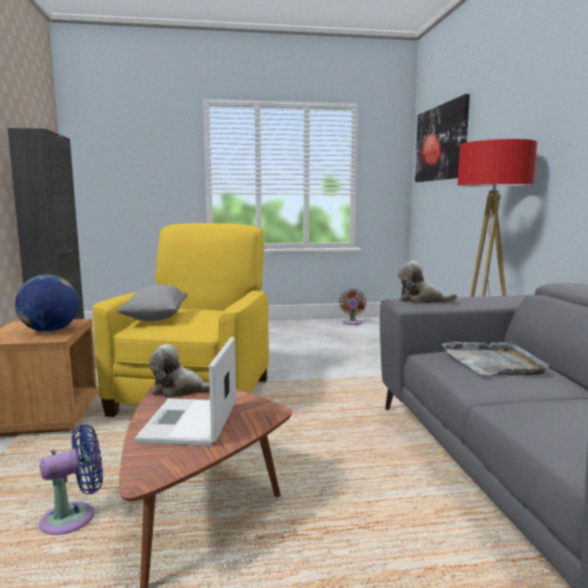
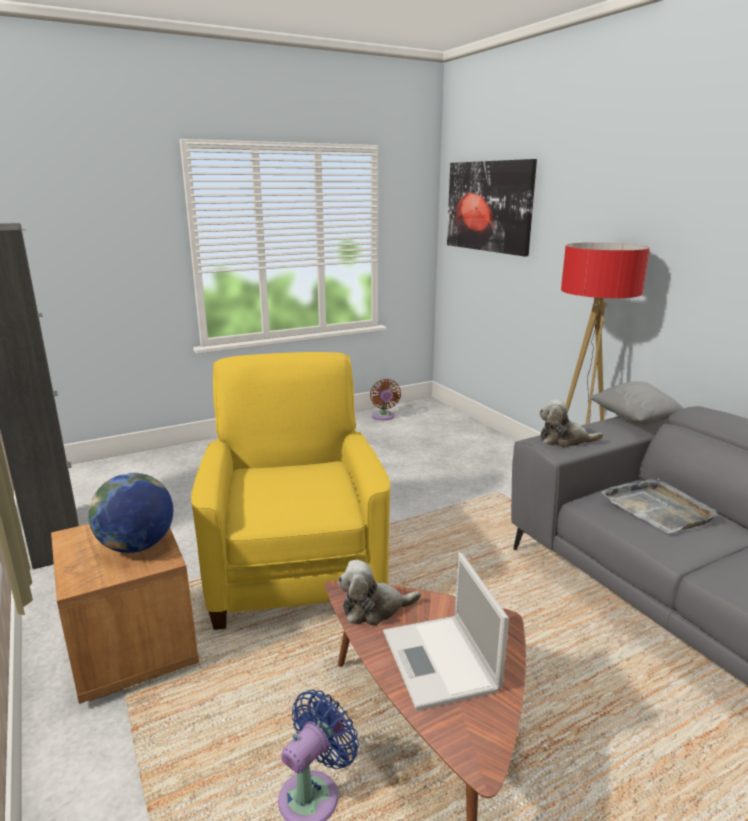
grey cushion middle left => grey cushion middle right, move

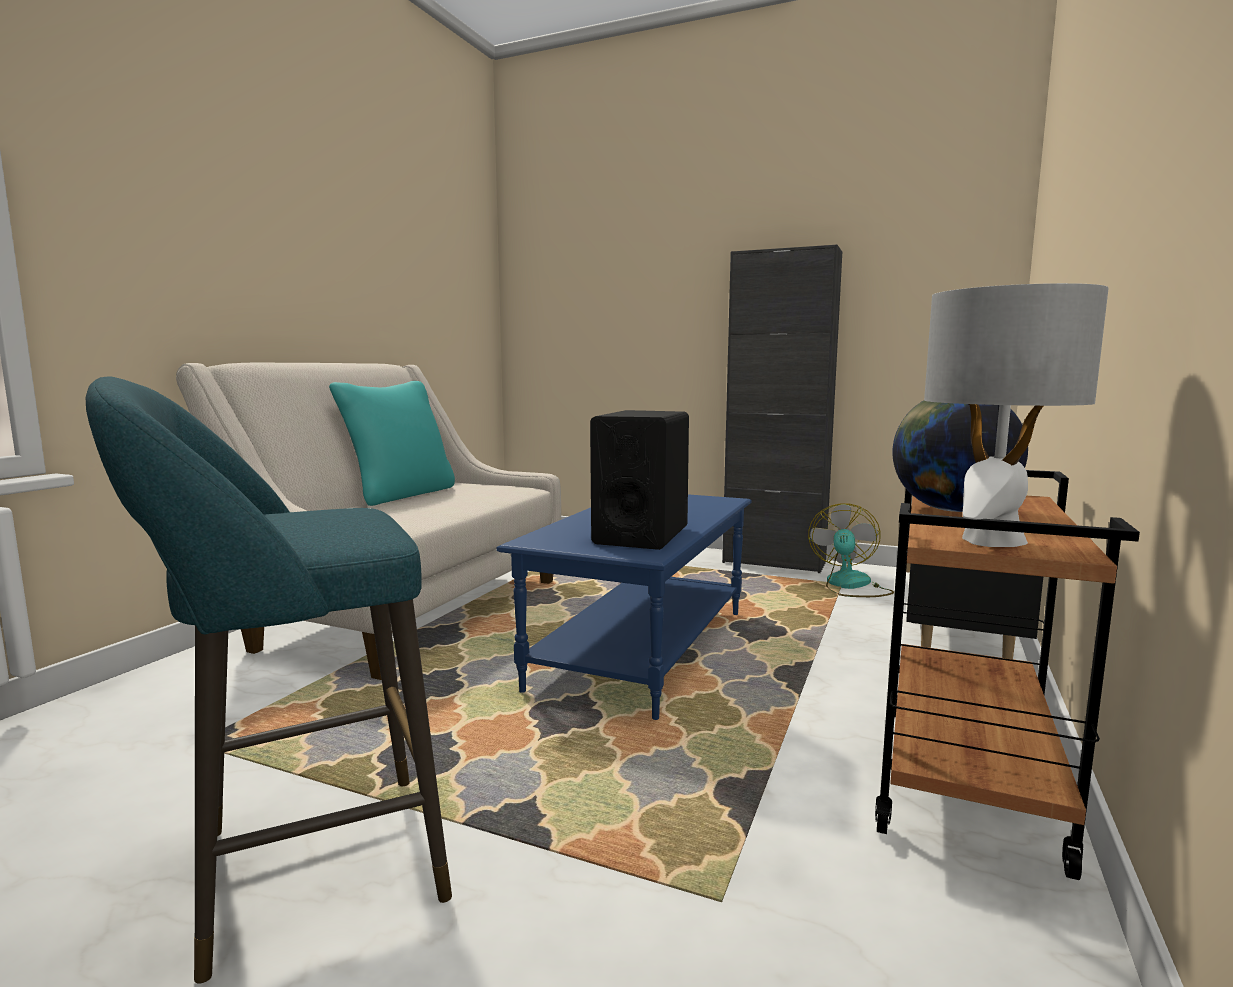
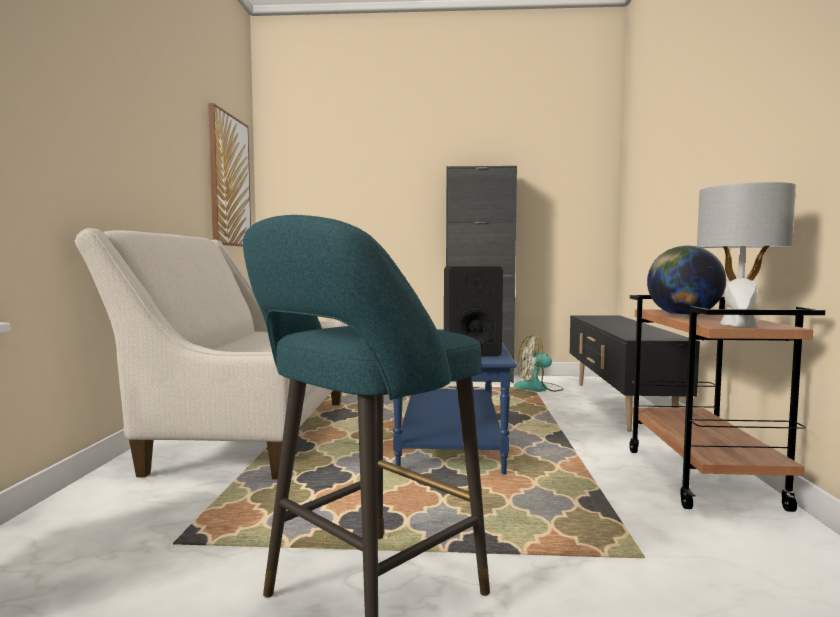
turquoise cushion middle left => nothing
electric fan middle right => electric fan centre, 90 degrees counterclockwise
nothing => wall art top left

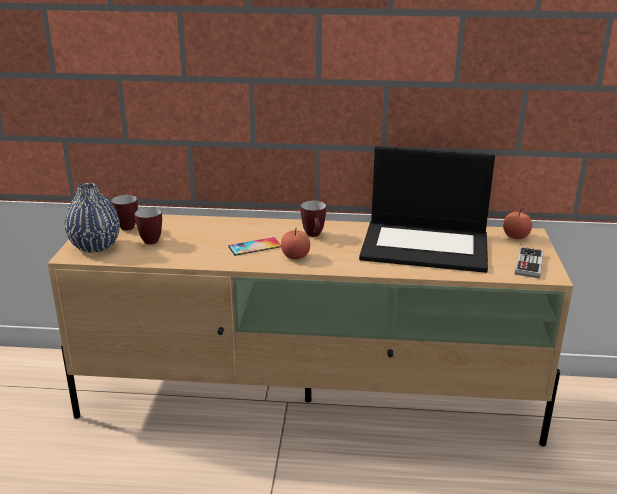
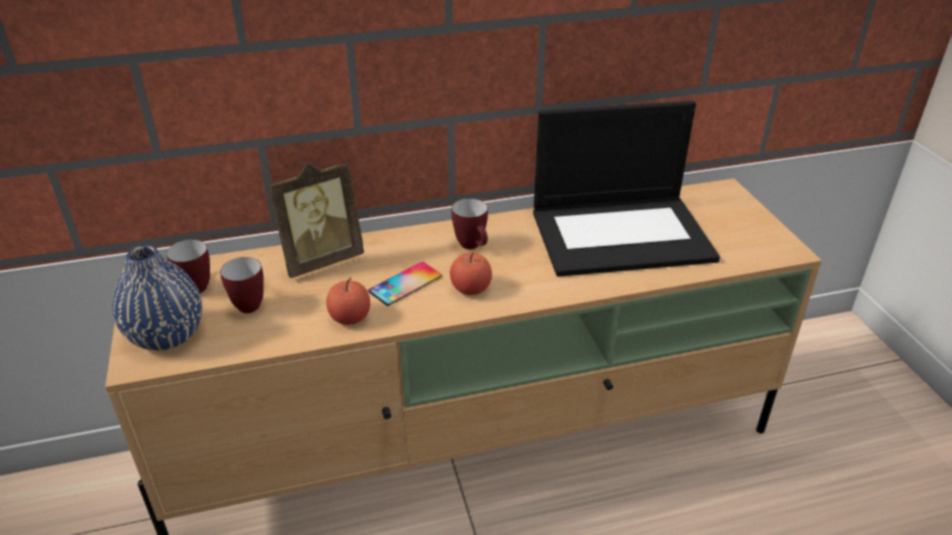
apple fruit (2nd from left in the first image) middle right => apple fruit (1st from left) centre, move
joypad middle right => nothing
nothing => photo frame middle left

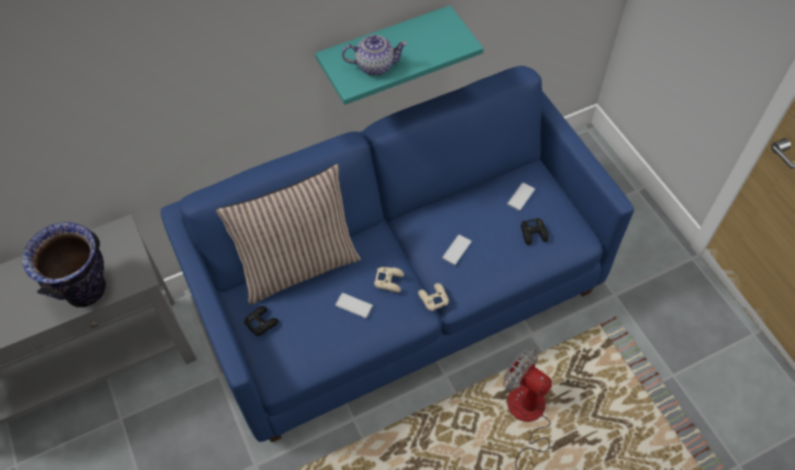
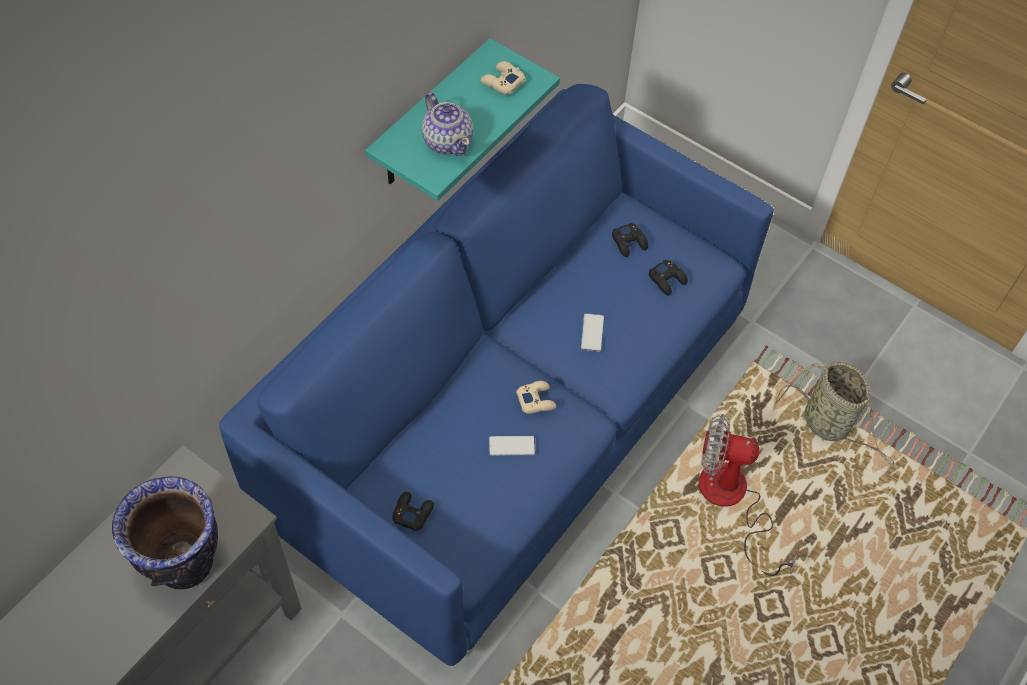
tea pot top centre, 90 degrees clockwise
cushion centre => nothing
handset (3rd from left) centre => blackish joypad (2nd from left) centre
beige joypad (2nd from left in the first image) centre => beige joypad (1st from left) top centre, move
nothing => storage basket middle right

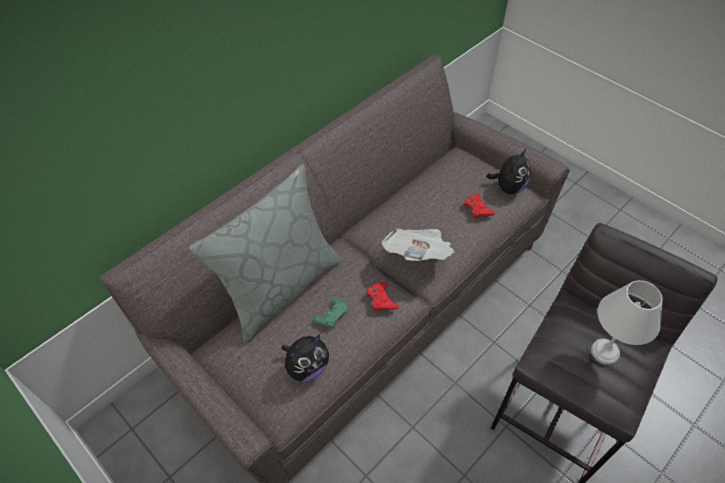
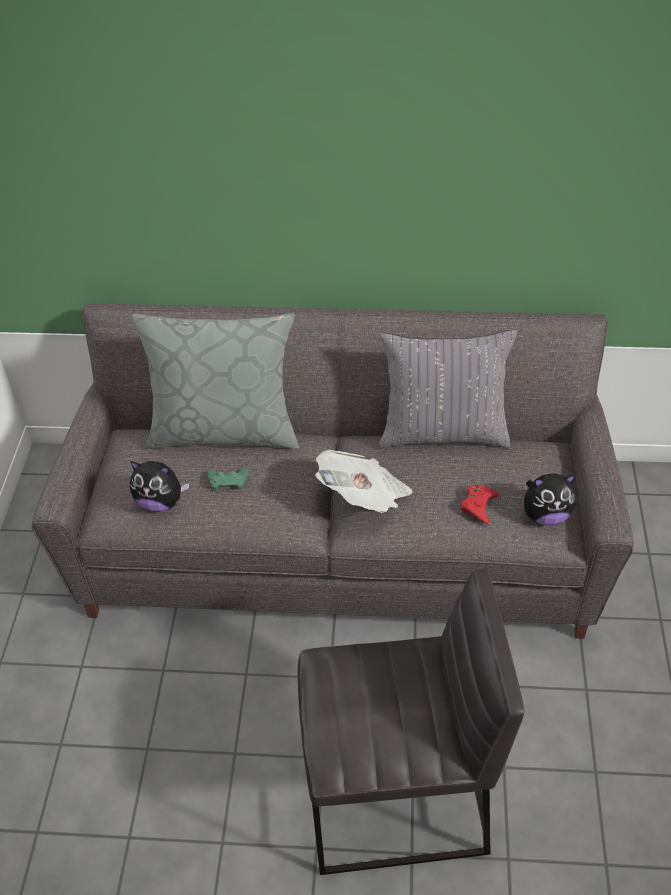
white-coloured table lamp bottom right => nothing
red joypad (1st from left) centre => nothing
nothing => grey cushion (2nd from left) middle right

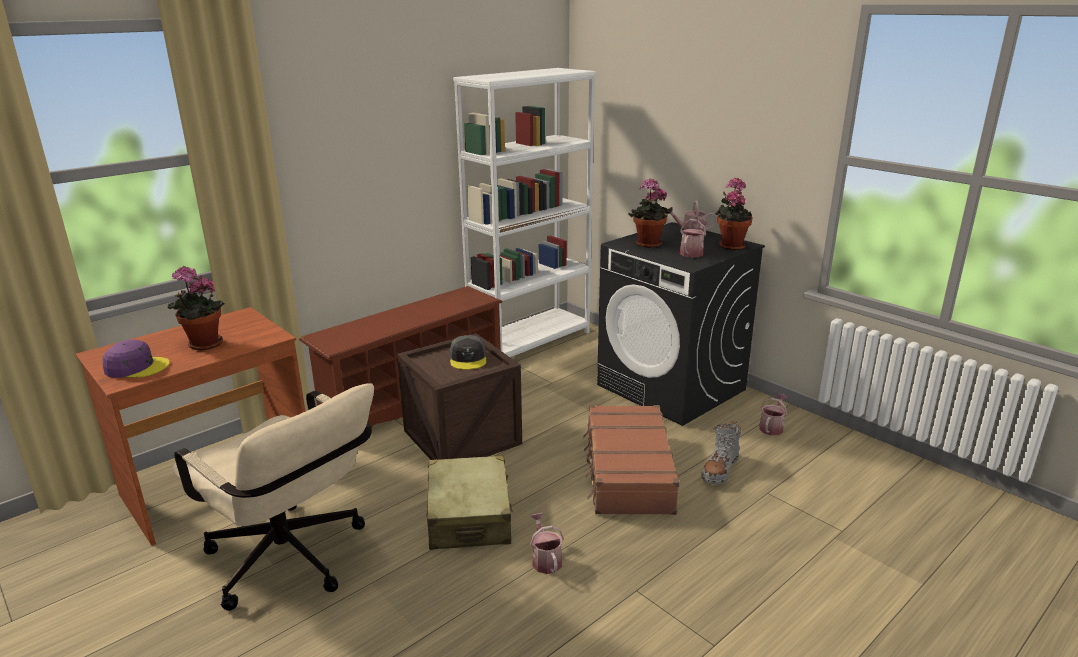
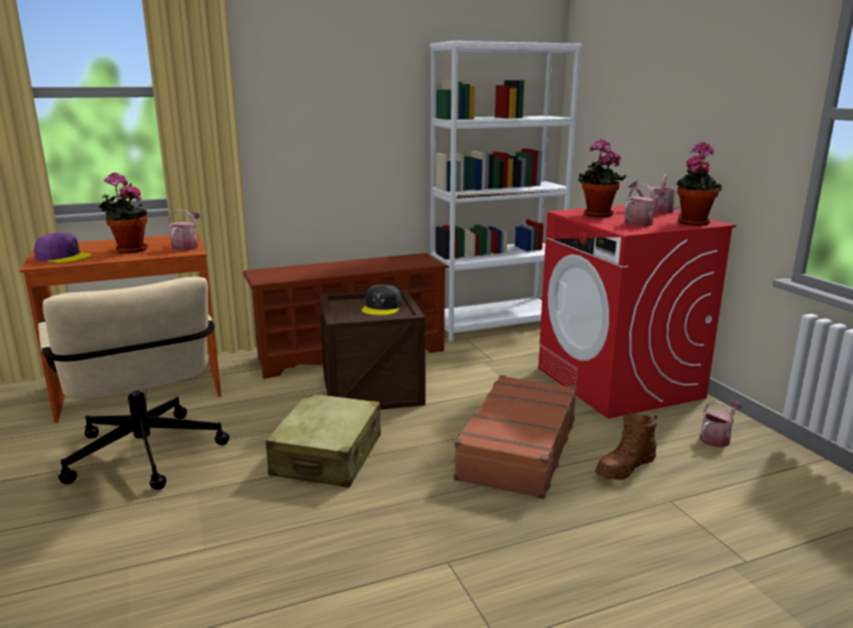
blackish laundry machine centre => red laundry machine middle right
grey high-top boot bottom right => brown high-top boot bottom right
watering pot (1st from left) bottom centre => watering pot (1st from left) middle left, move

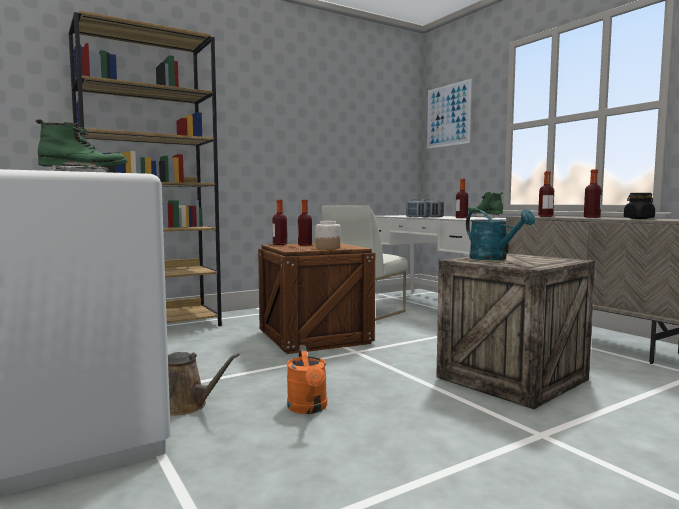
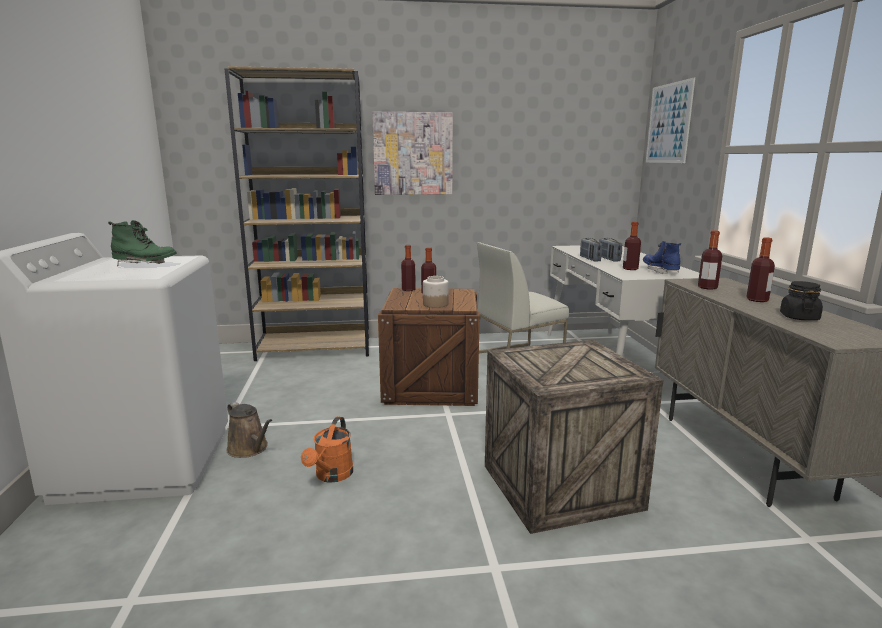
green-coloured high-top boot (2nd from left) middle right => bluish high-top boot middle right
turquoise watering pot middle right => nothing
nothing => wall art (1st from left) top centre

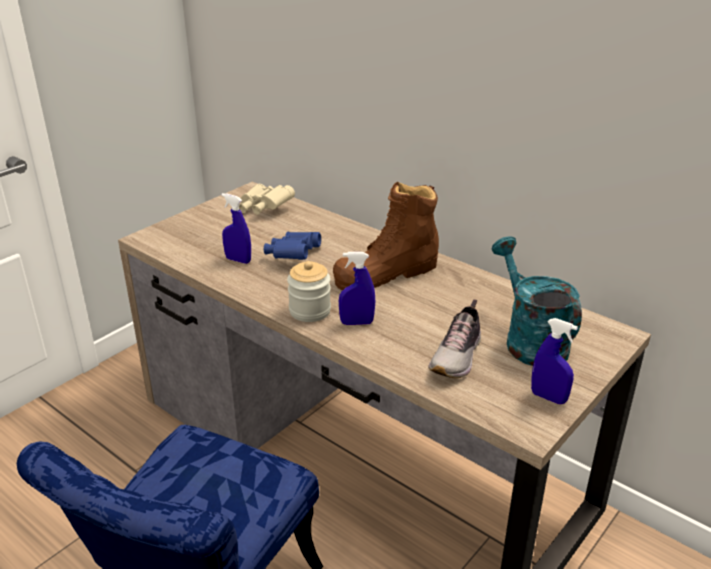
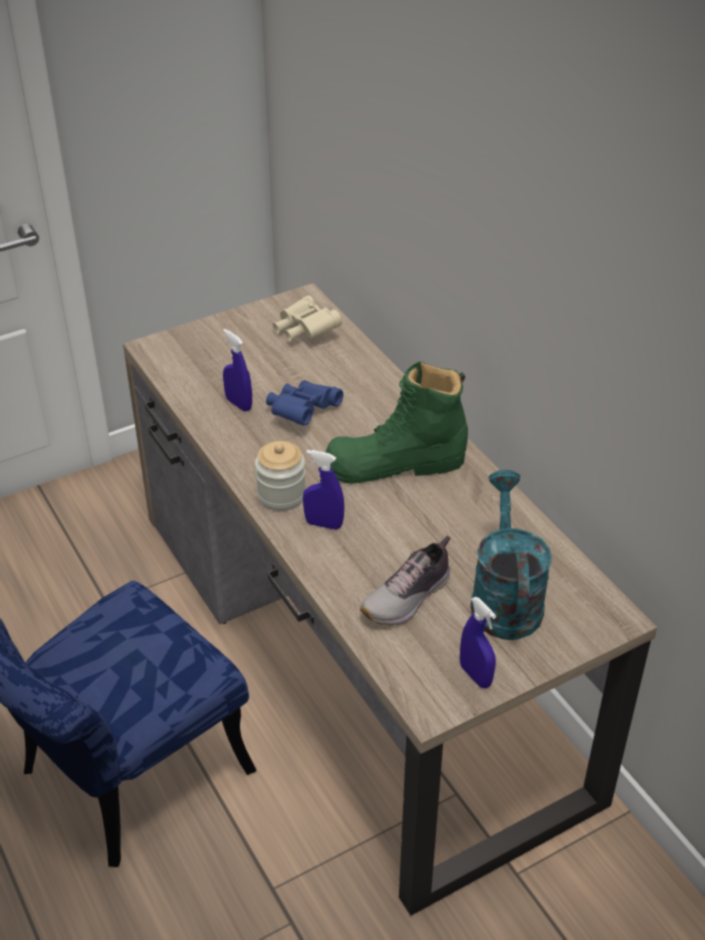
brown high-top boot centre => green-coloured high-top boot centre

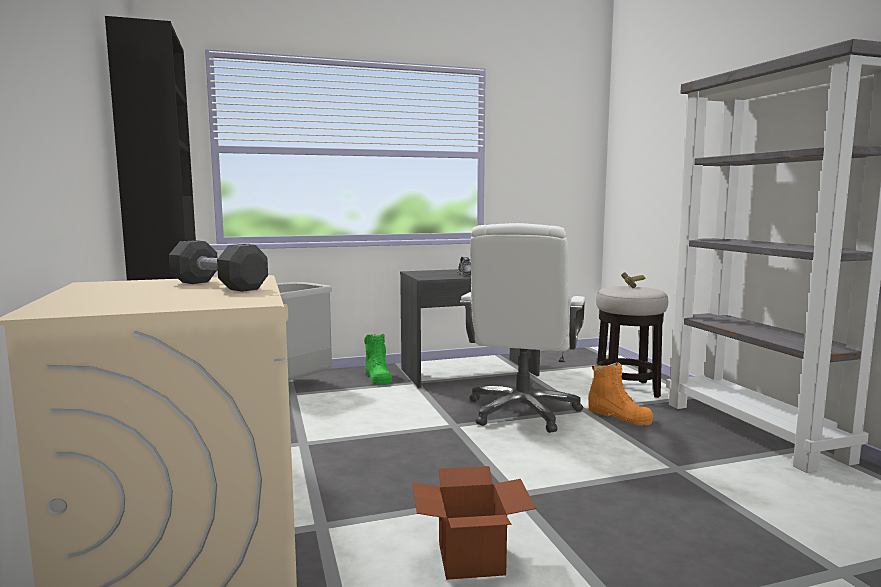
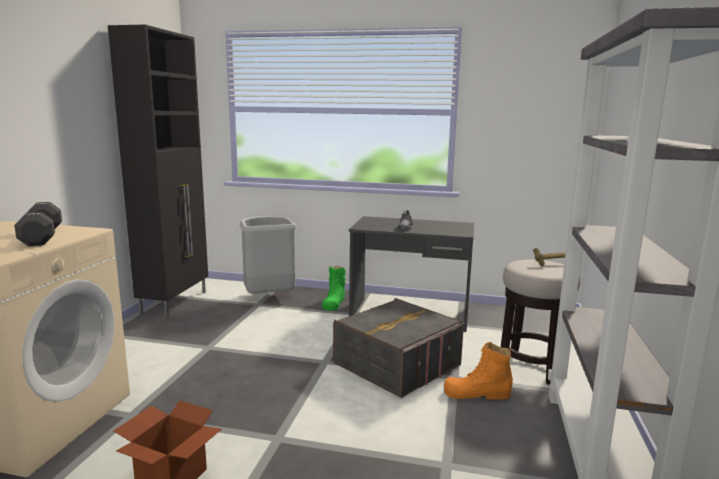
white-coloured desk chair centre => grey storage box bottom centre
orange-coloured high-top boot bottom right => orange-coloured high-top boot bottom centre, 105 degrees clockwise

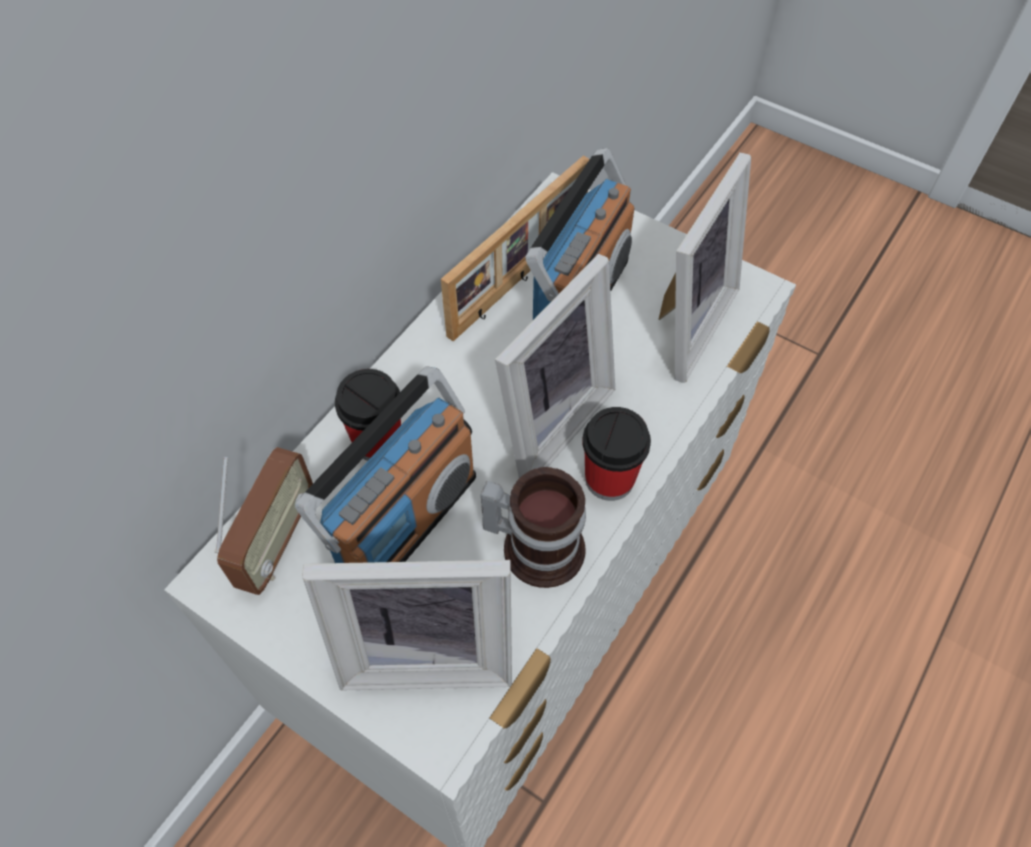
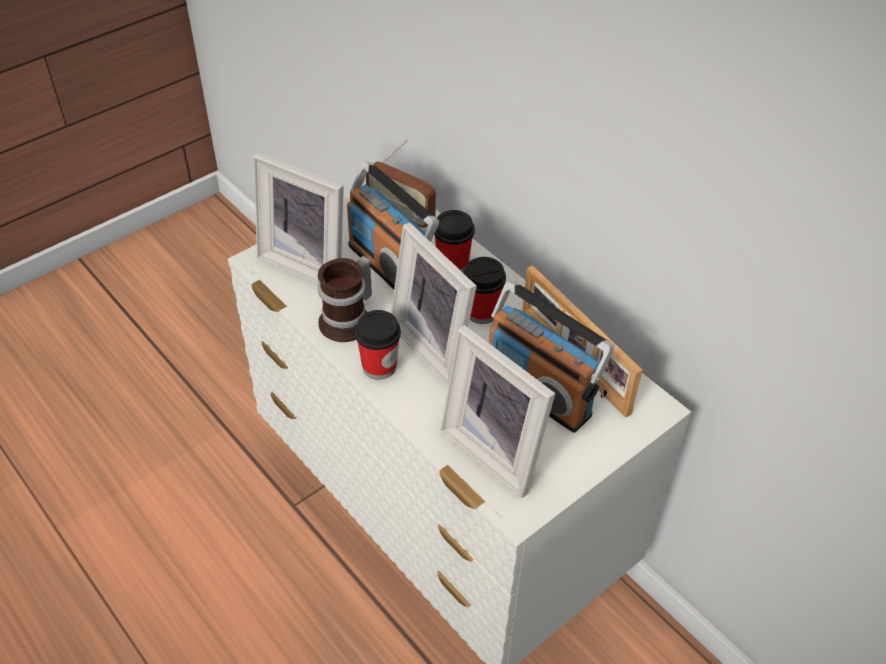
photo frame (1st from left) bottom centre => photo frame (1st from left) top centre, 75 degrees counterclockwise
nothing => drinking cup (3rd from left) centre

